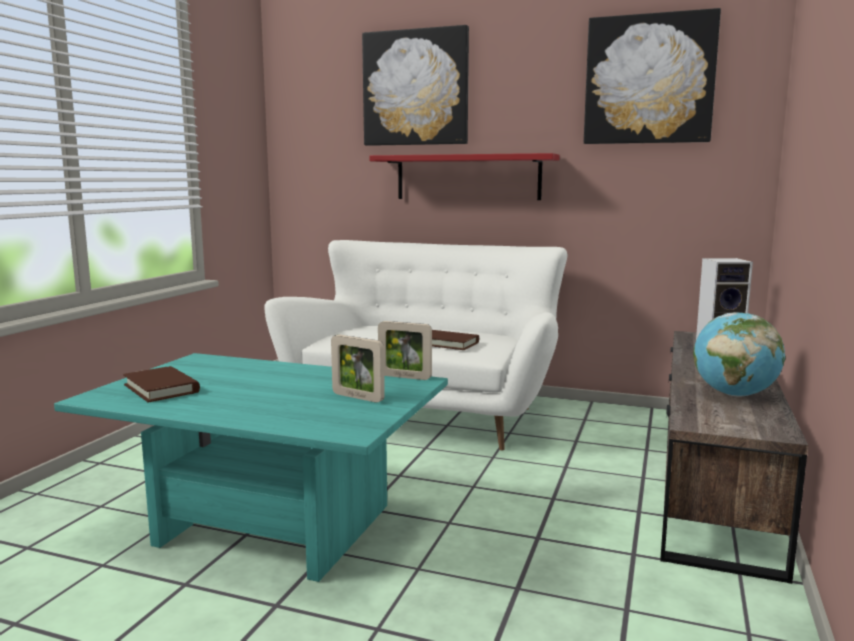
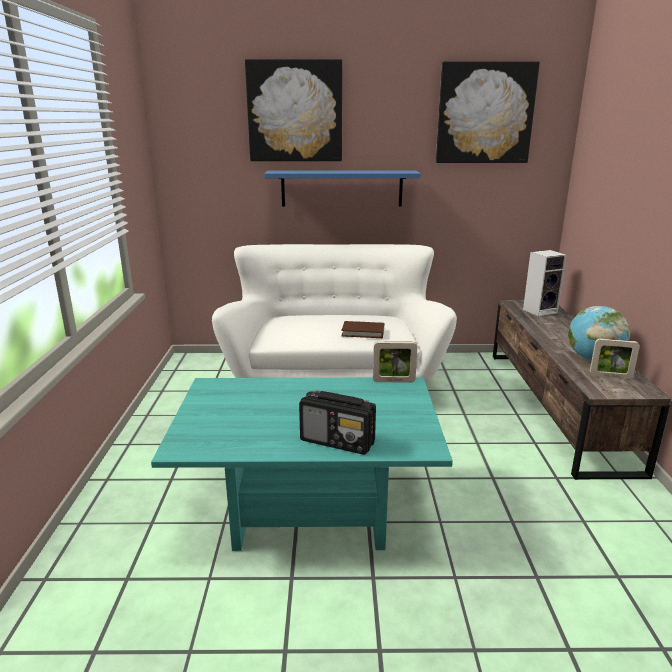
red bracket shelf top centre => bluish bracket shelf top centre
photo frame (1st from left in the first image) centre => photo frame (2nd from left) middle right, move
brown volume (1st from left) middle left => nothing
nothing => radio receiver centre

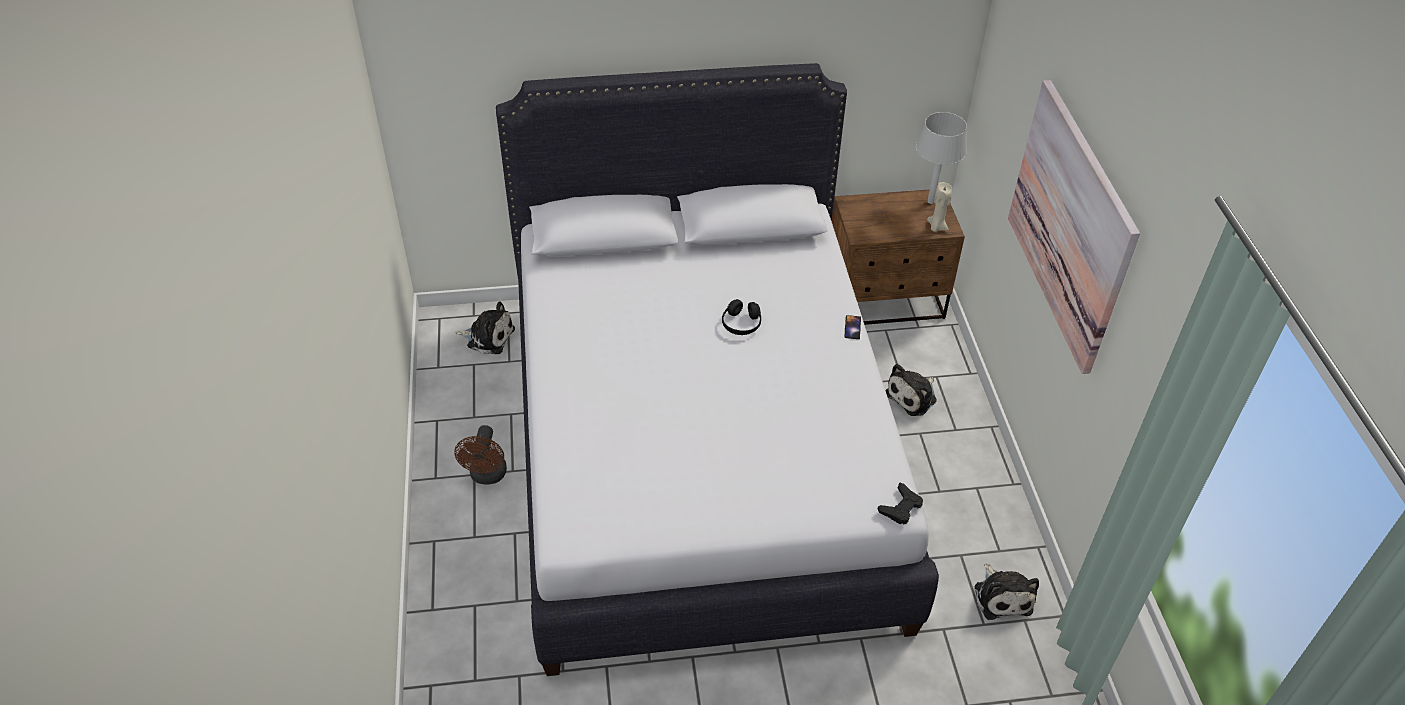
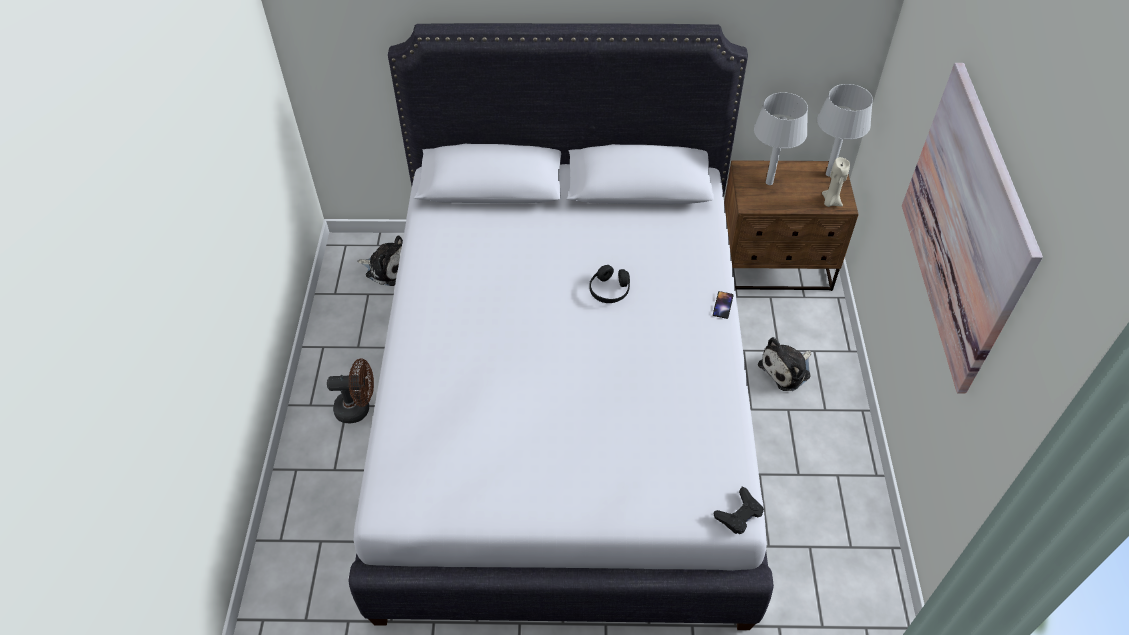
brown electric fan centre => brown electric fan middle left, 105 degrees counterclockwise
plush toy (3rd from left) bottom right => nothing
nothing => grey table lamp (1st from left) top right

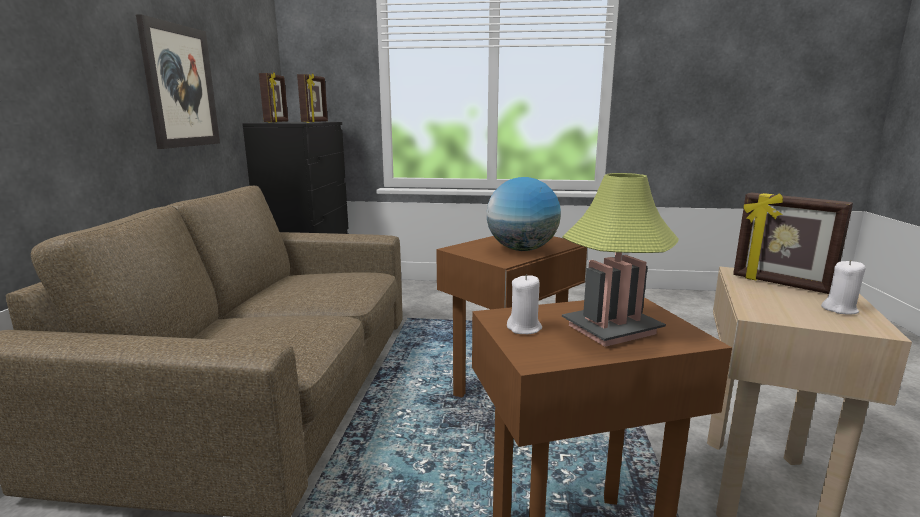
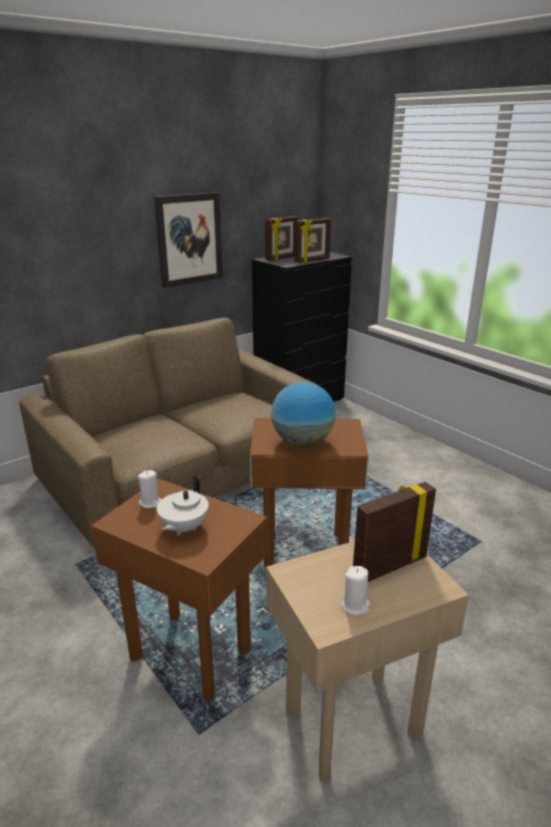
table lamp middle right => white-coloured tea pot middle left
photo frame (3rd from left) middle right, 60 degrees clockwise

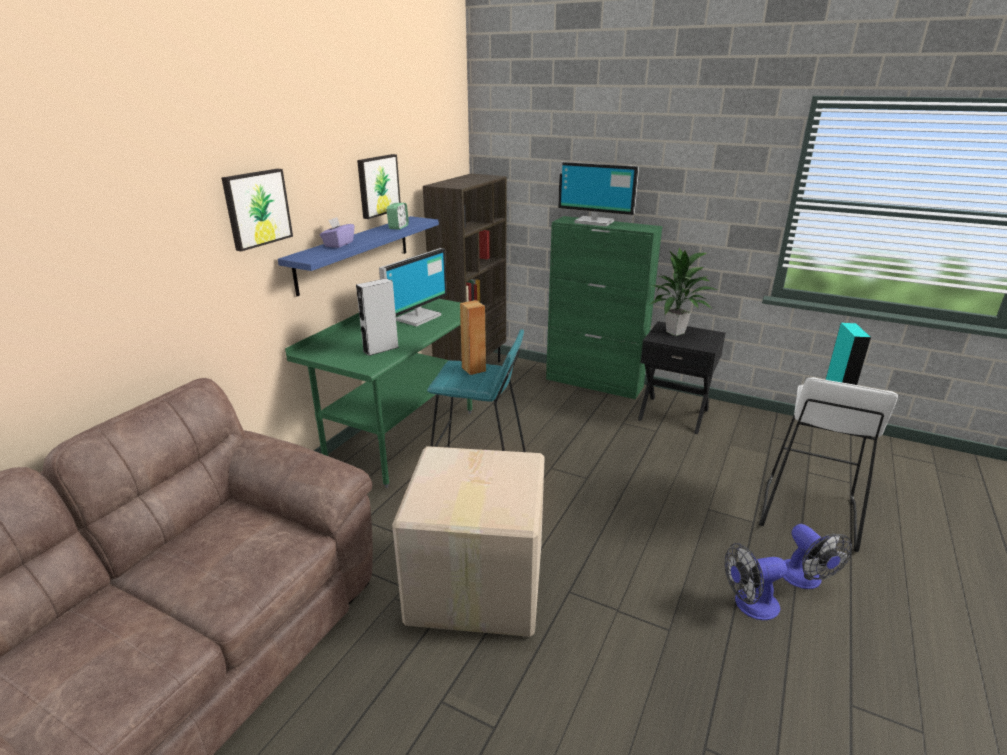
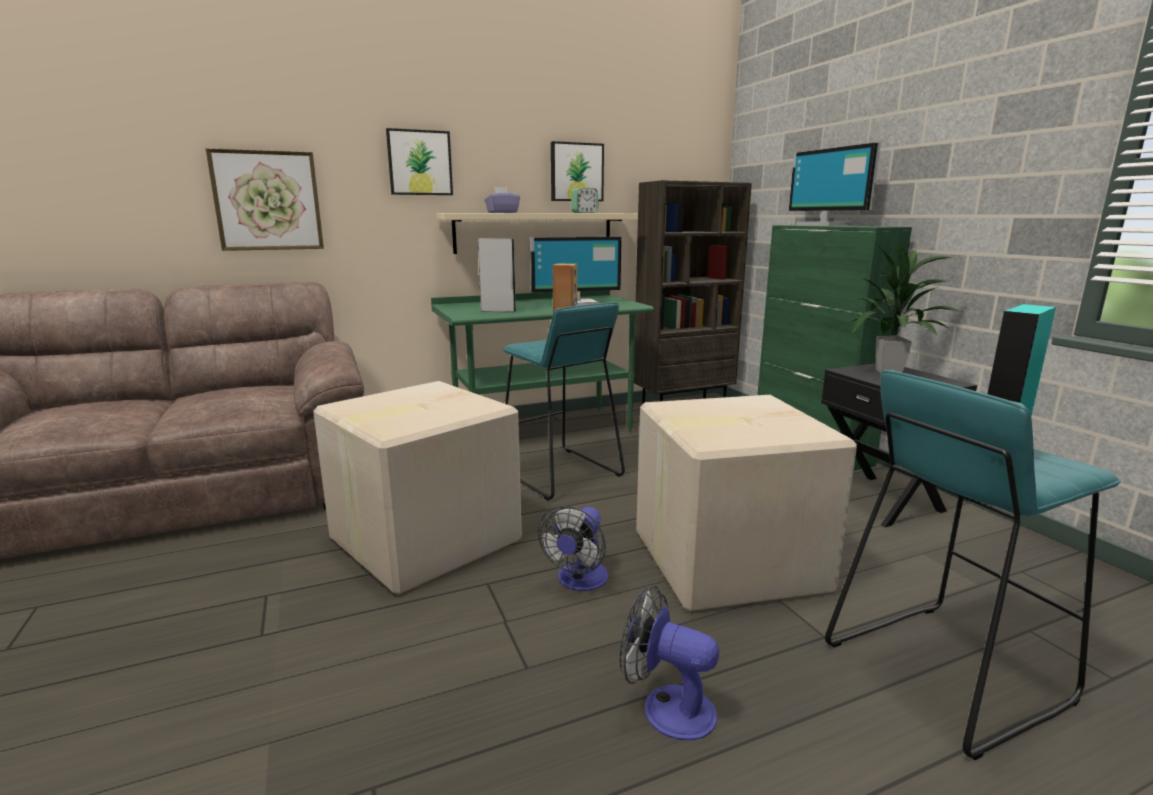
bluish bracket shelf centre => beige bracket shelf top centre
white-coloured sitting stool middle right => turquoise sitting stool (2nd from left) bottom right
electric fan (2nd from left in the first image) bottom right => electric fan (1st from left) bottom centre, move
nothing => wall art (1st from left) top left
nothing => carton (2nd from left) centre

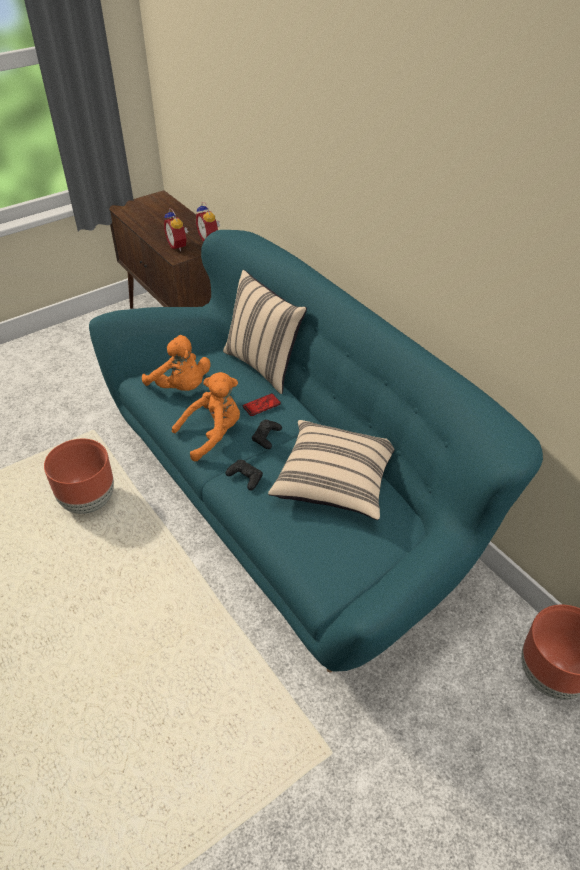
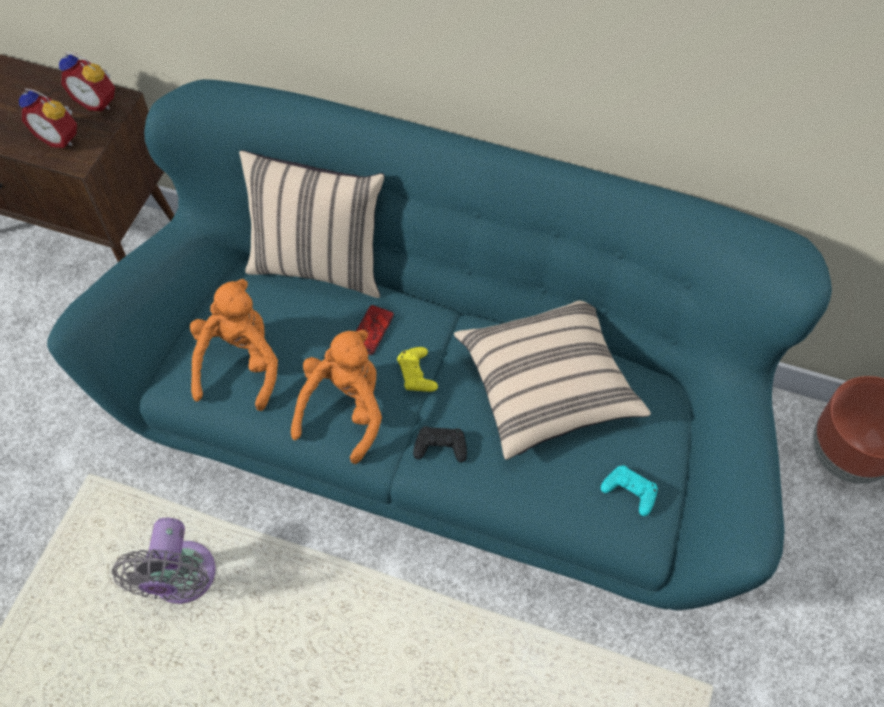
orange-coloured plush toy (1st from left) middle left, 90 degrees counterclockwise
blackish joypad (2nd from left) centre => yellow-coloured joypad centre
brown flower pot (1st from left) middle left => grey electric fan bottom left
nothing => turquoise joypad bottom right

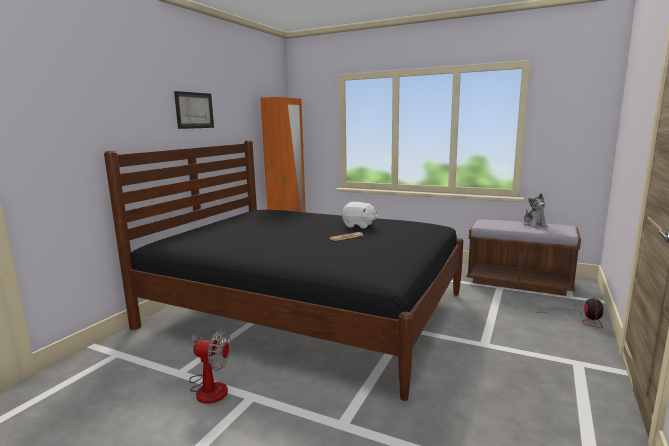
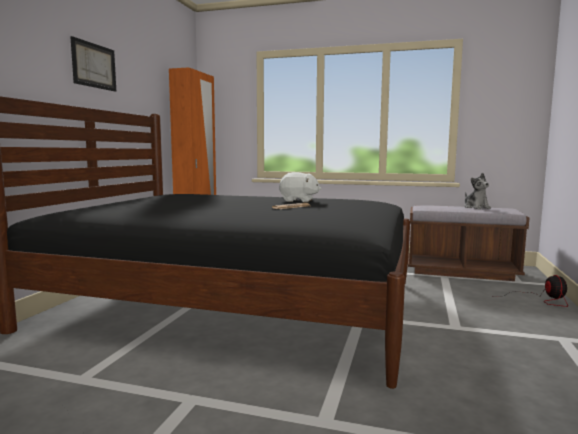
electric fan (1st from left) bottom left => nothing

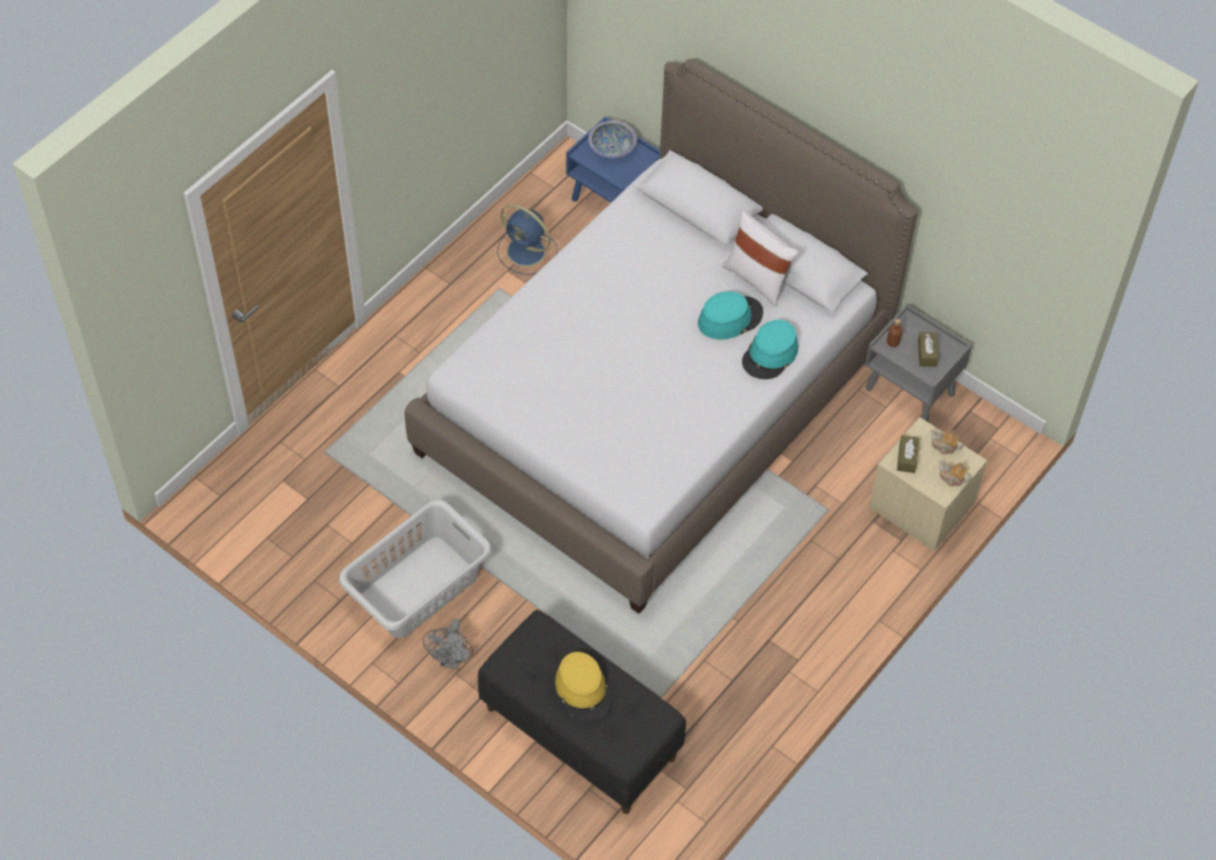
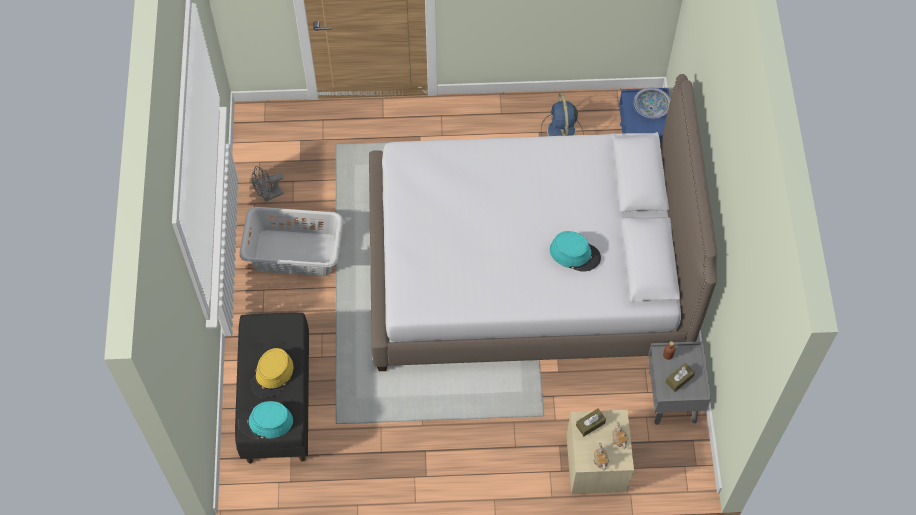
white-coloured cushion top centre => nothing
turquoise clothing hat (2nd from left in the first image) centre => turquoise clothing hat (1st from left) bottom left, move
grey electric fan bottom centre => grey electric fan middle left, move

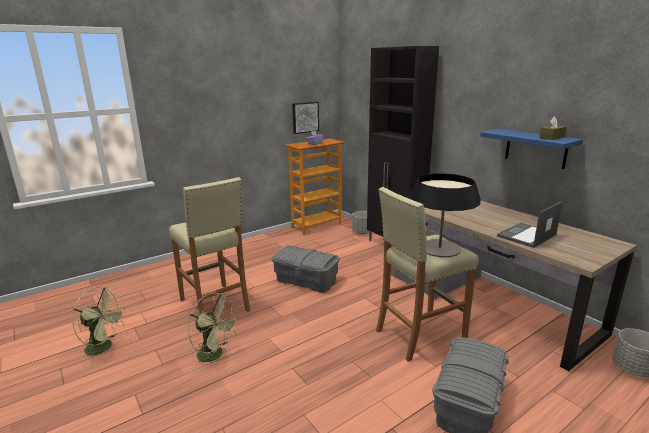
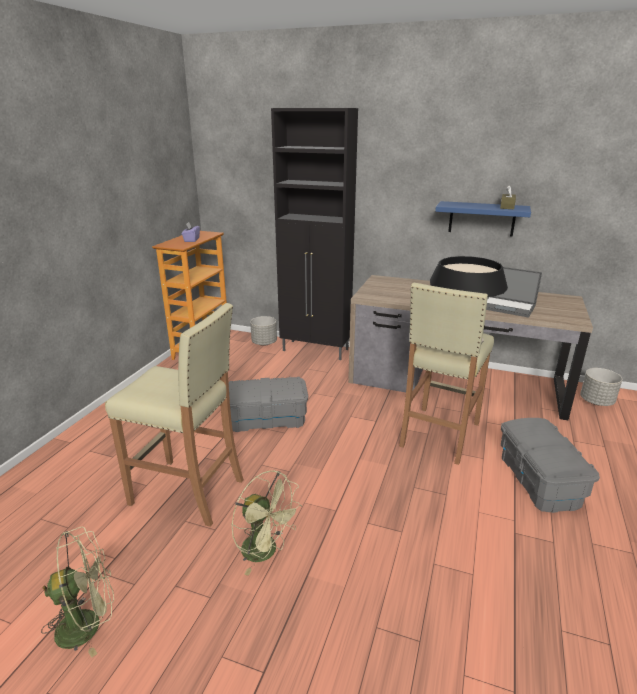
wall art top centre => nothing
laptop middle right, 75 degrees counterclockwise
green-coloured electric fan (2nd from left) bottom left => green-coloured electric fan (2nd from left) bottom centre, 45 degrees clockwise

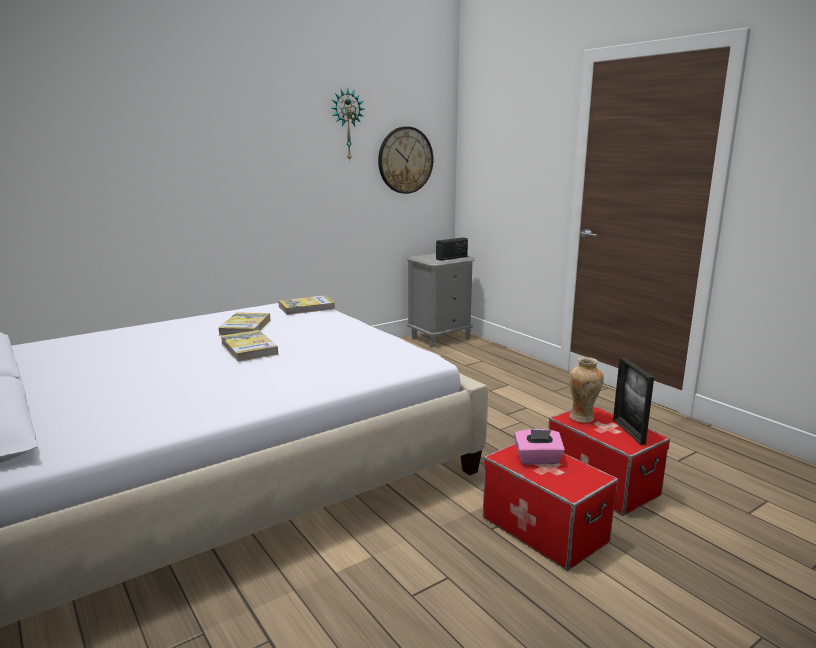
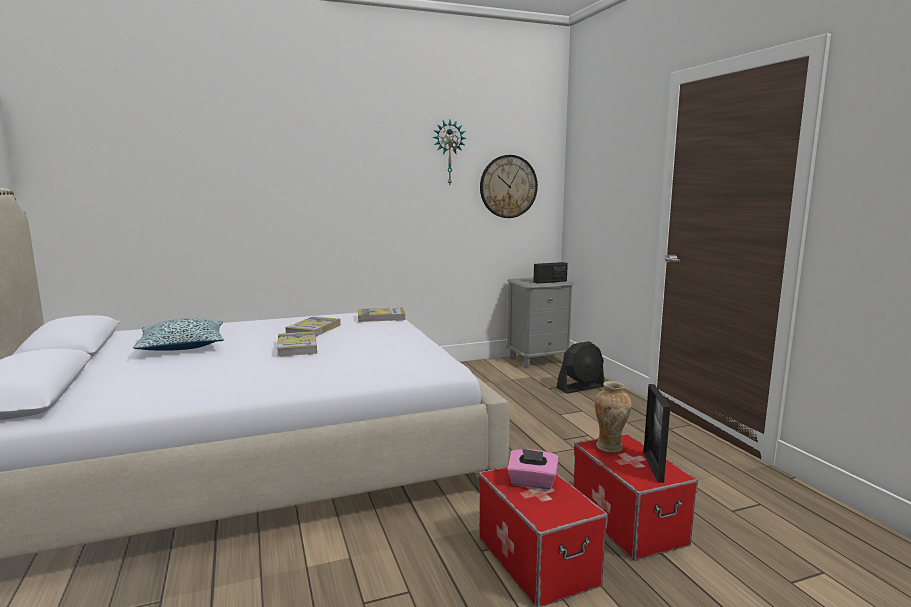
nothing => cushion middle left
nothing => blackish electric fan centre

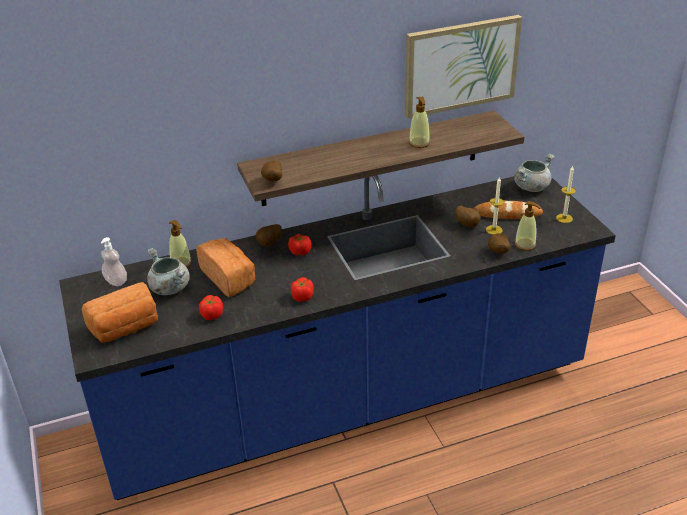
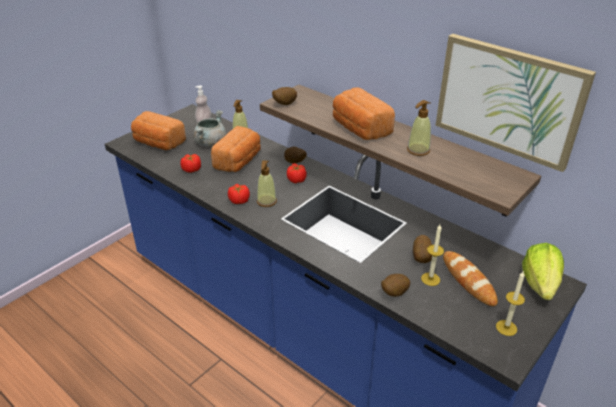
grey saucepot (2nd from left) middle right => lettuce head middle right
liquid soap bottle (4th from left in the first image) middle right => liquid soap bottle (3rd from left) centre, move
nothing => bakery bread (3rd from left) top centre

